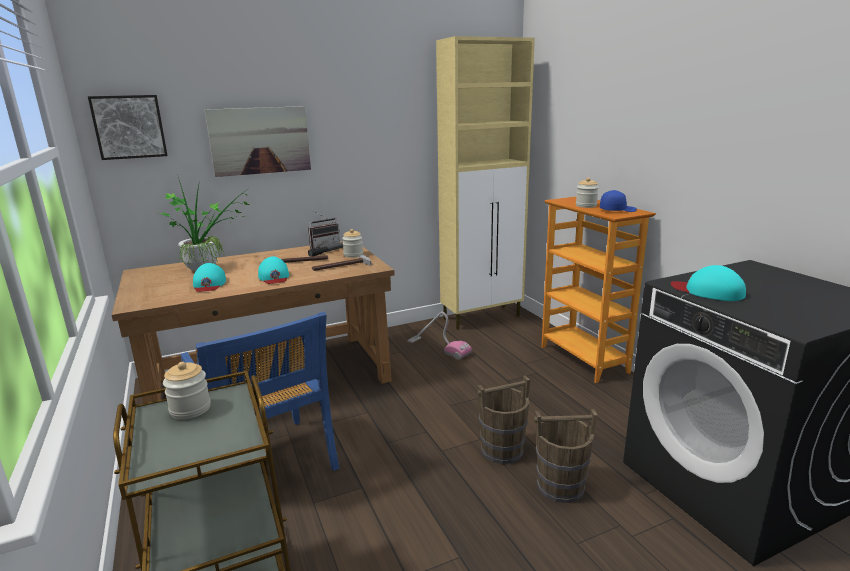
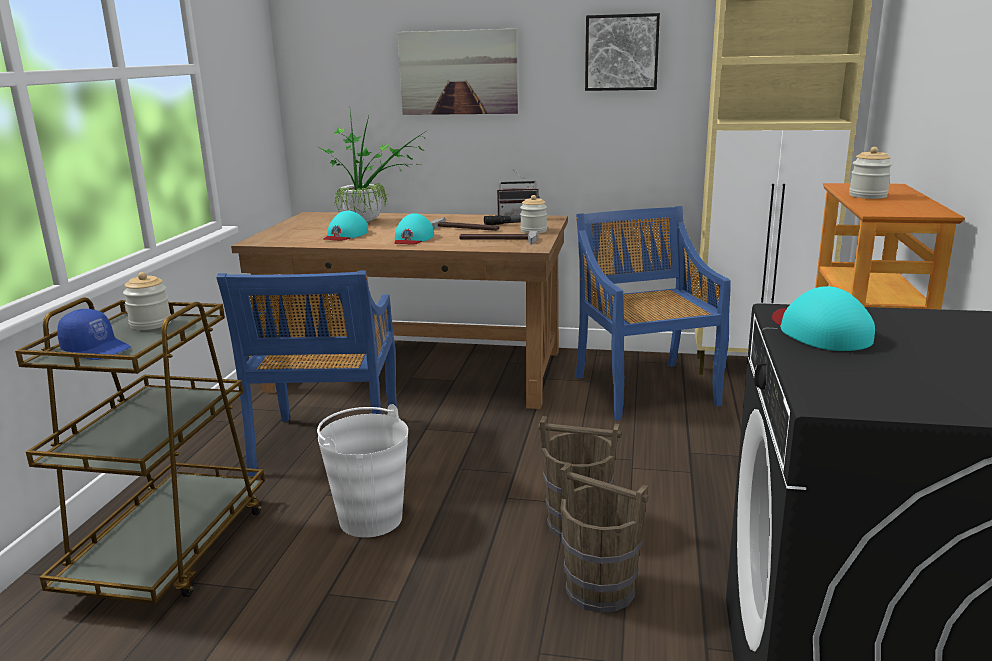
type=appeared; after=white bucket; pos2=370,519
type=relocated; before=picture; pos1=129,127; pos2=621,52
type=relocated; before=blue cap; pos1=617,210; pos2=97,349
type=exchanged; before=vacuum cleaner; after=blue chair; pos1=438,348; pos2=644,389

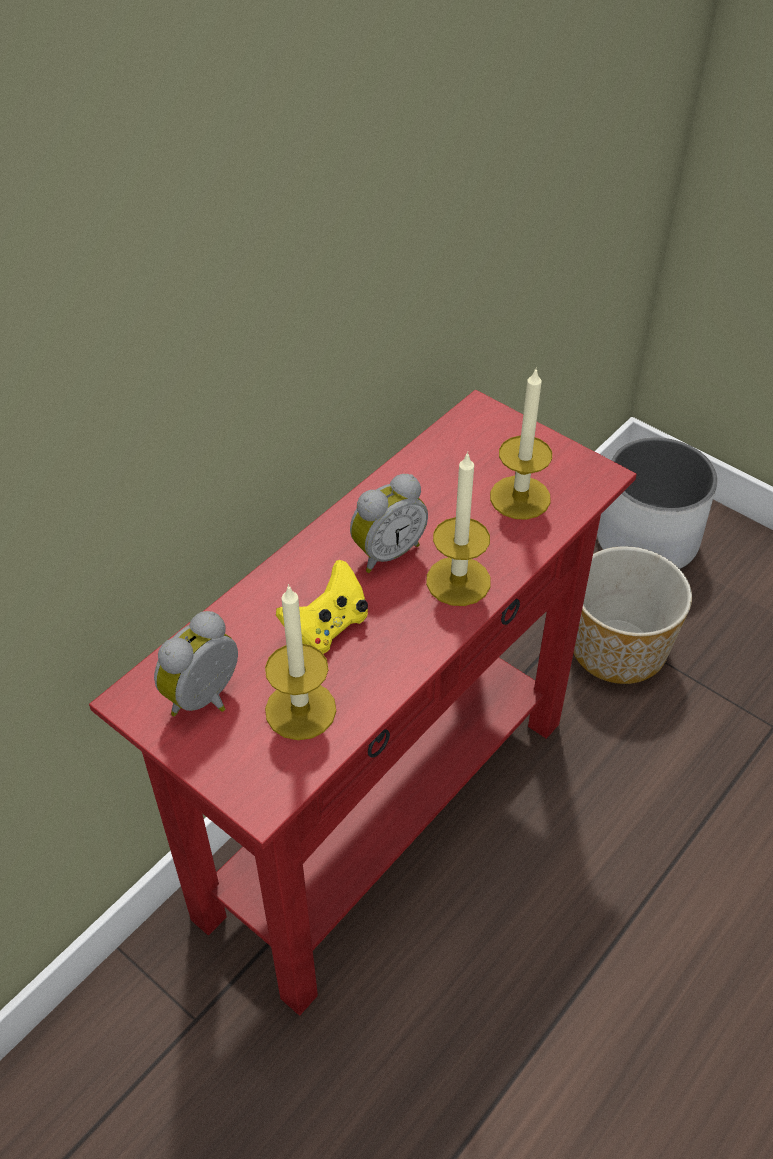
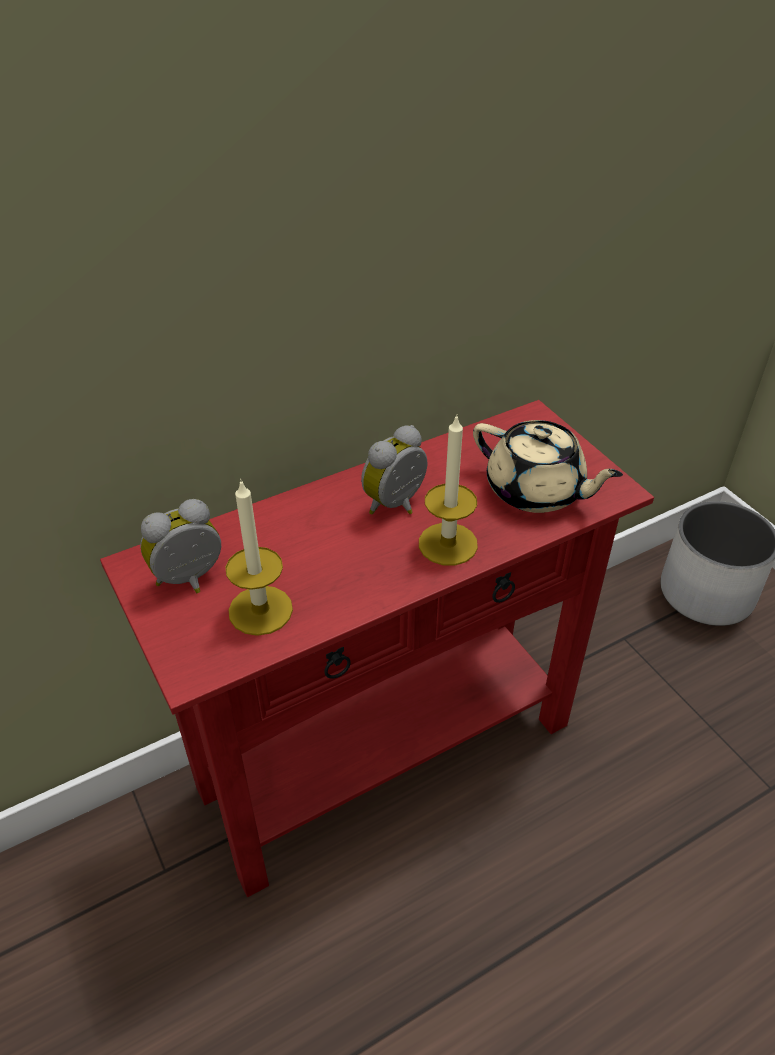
type=missing; before=yellow game controller; pos1=327,627
type=missing; before=planter; pos1=619,648
type=exchanged; before=candle; after=beige teapot; pos1=520,497; pos2=536,491
type=spun; before=alarm clock; pos1=386,552; pos2=397,505; turn=150

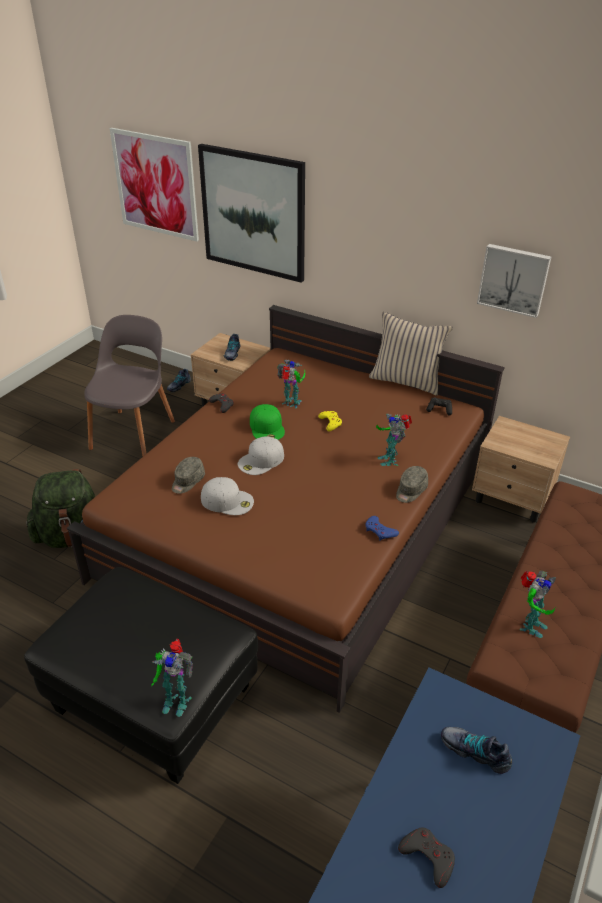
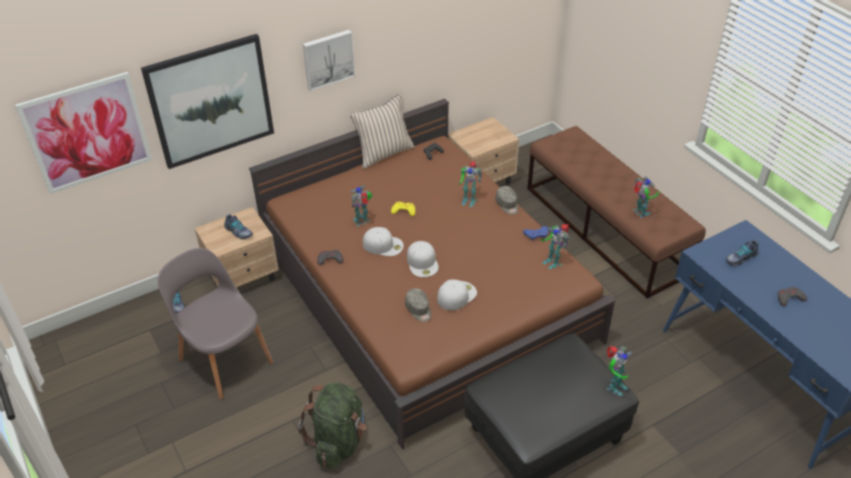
type=appeared; after=toy robot; pos2=553,261
type=relocated; before=picture; pos1=513,279; pos2=328,59
type=colour; before=green cap; after=white cap; pos1=267,427; pos2=383,245

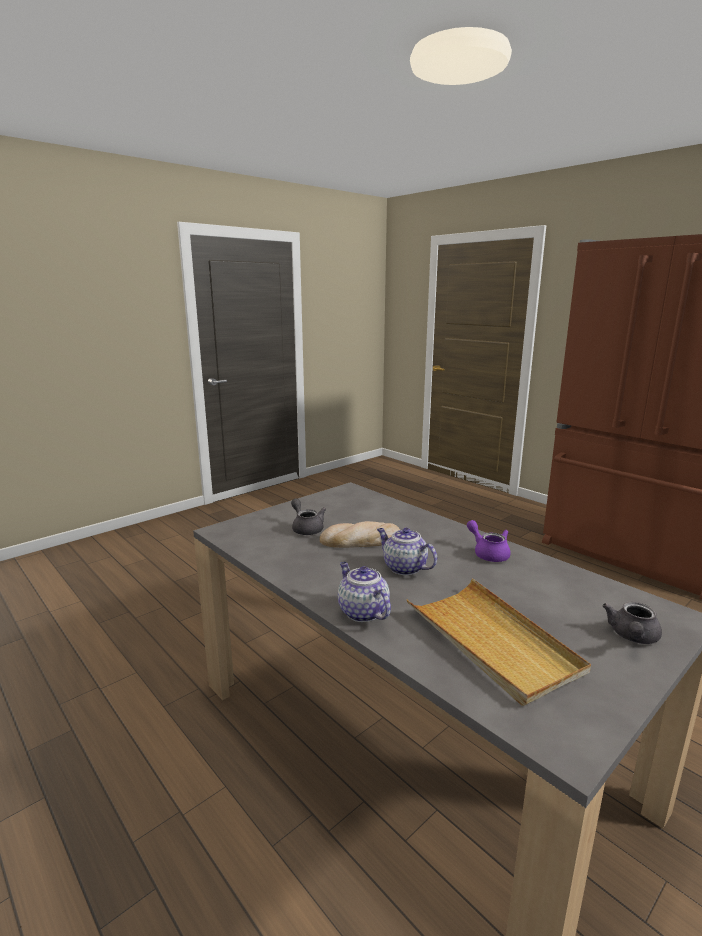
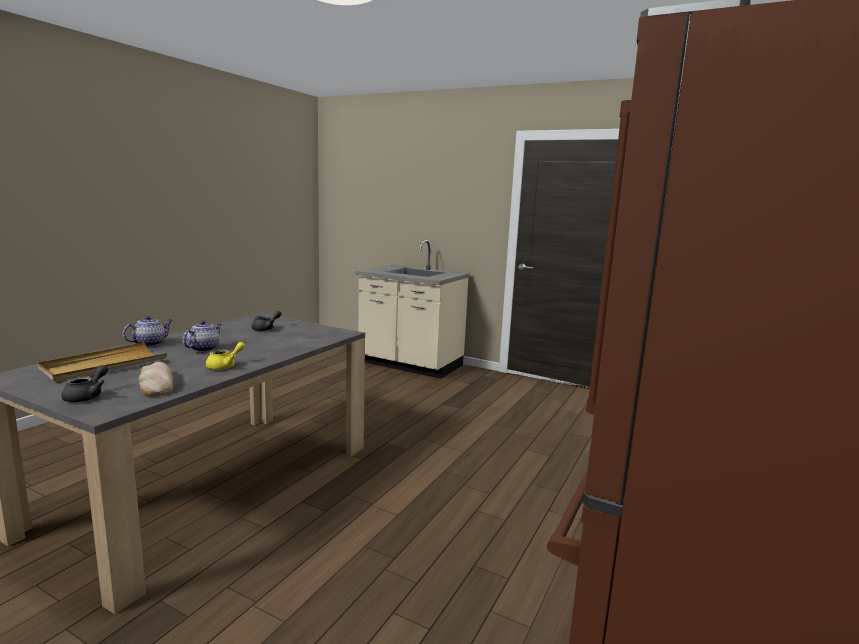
type=appeared; after=beige counter; pos2=410,365
type=relocated; before=bread; pos1=361,541; pos2=156,383
type=colour; before=purple teapot; after=yellow teapot; pos1=488,553; pos2=225,366
type=spun; before=grey teapot; pos1=632,637; pos2=87,396; turn=90

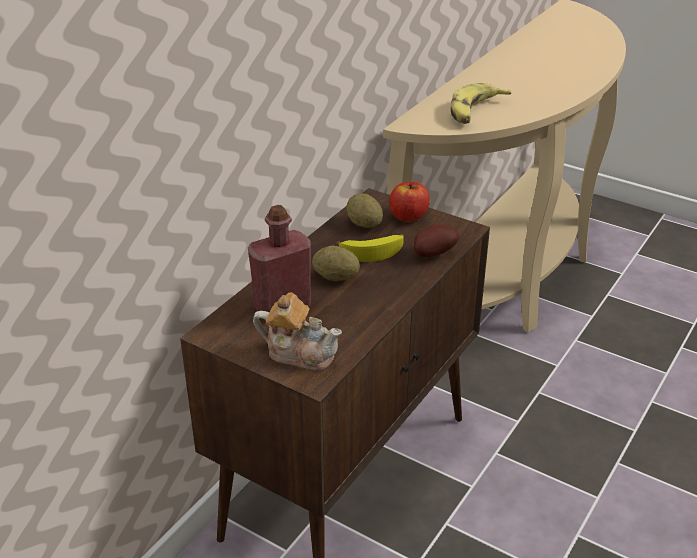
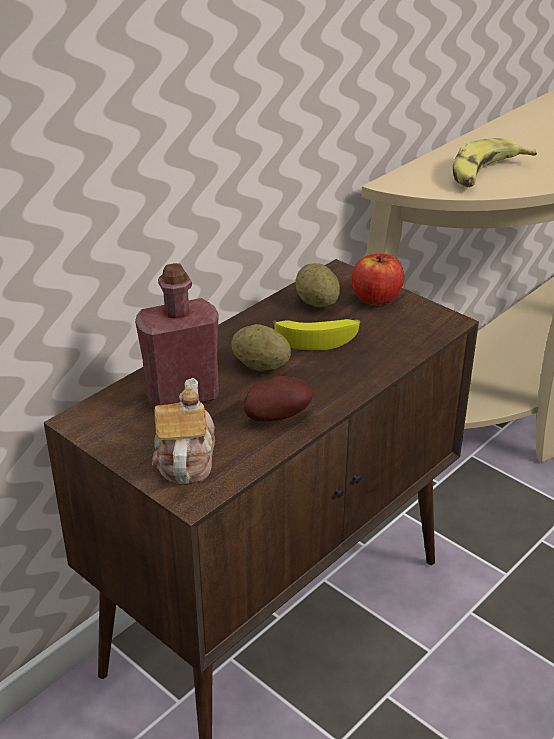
type=relocated; before=potato; pos1=433,253; pos2=277,416
type=spun; before=teapot; pos1=299,353; pos2=184,458; turn=-120

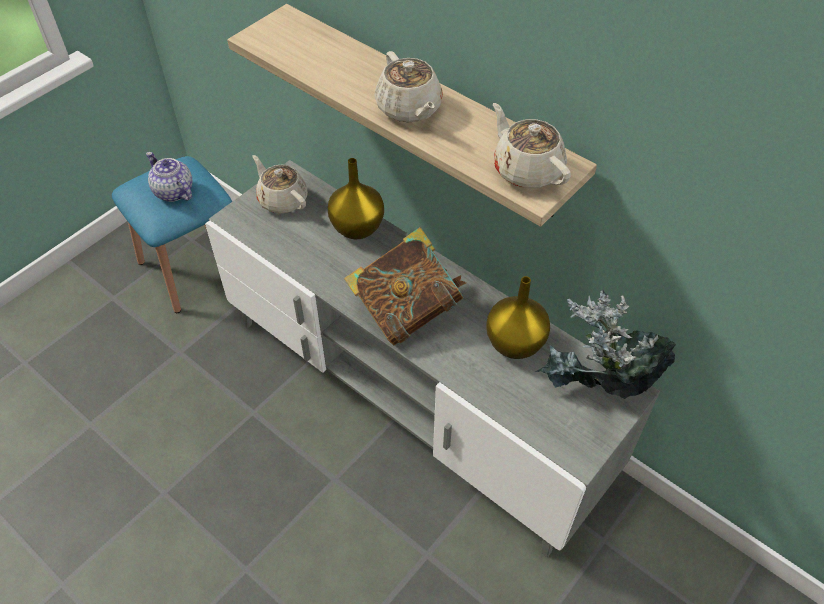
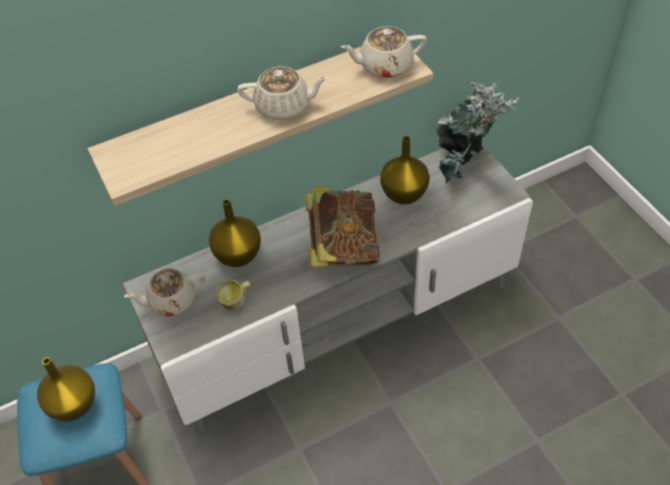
type=appeared; after=mug; pos2=236,303
type=exchanged; before=teapot; after=yellow vase; pos1=173,192; pos2=75,405

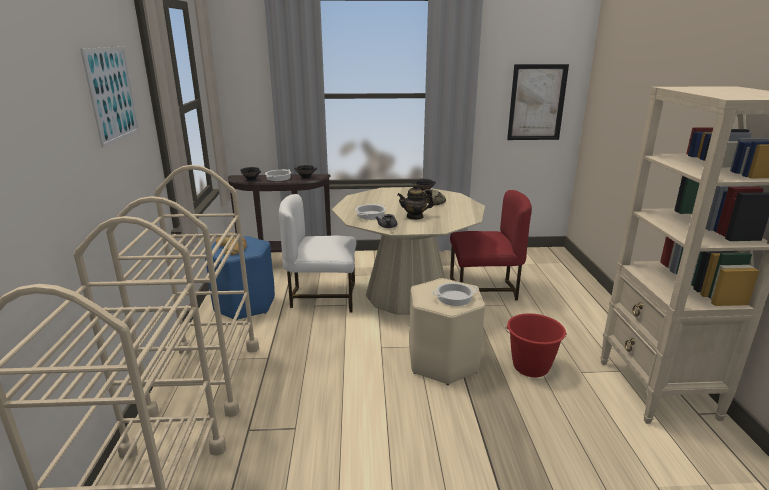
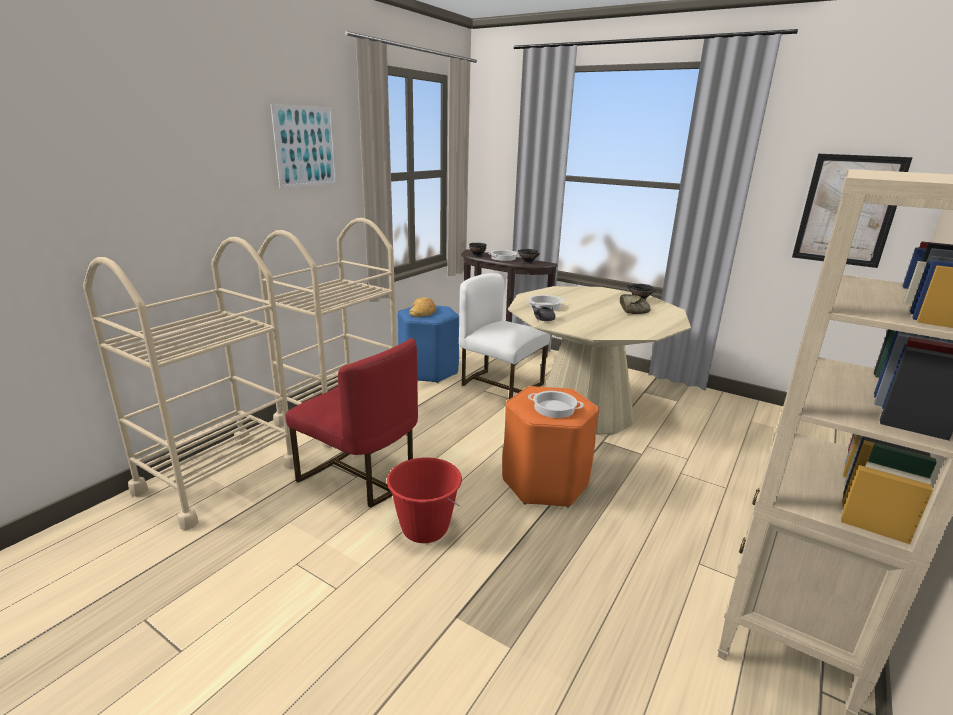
type=missing; before=teapot; pos1=415,216
type=relocated; before=red chair; pos1=483,291; pos2=360,476
type=relocated; before=red bucket; pos1=530,367; pos2=424,528
type=colour; before=beige stool; after=orange stool; pos1=443,362; pos2=545,483

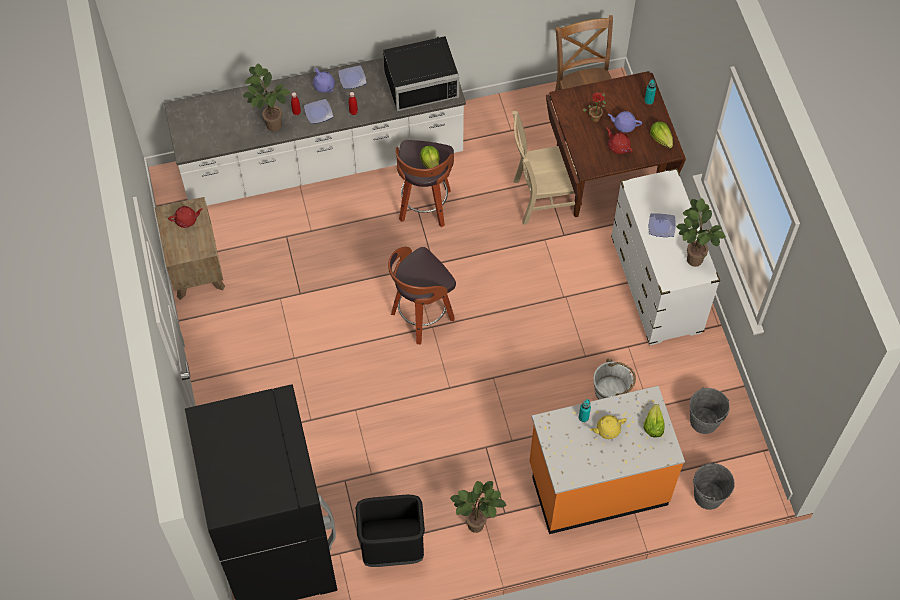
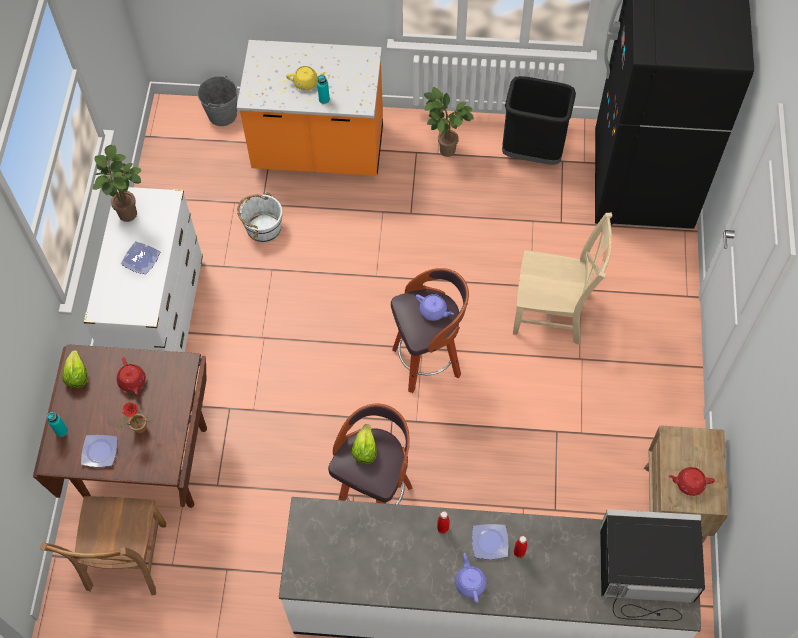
type=missing; before=potted plant; pos1=271,125
type=missing; before=lettuce; pos1=653,425
type=missing; before=grey bucket; pos1=704,420
type=relocated; before=plate; pos1=352,78; pos2=99,452
type=relocated; before=black microwave; pos1=420,81; pos2=645,572
type=relocated; before=beige chair; pos1=542,198; pos2=553,313
type=relocated; before=purple teapot; pos1=624,125; pos2=433,311

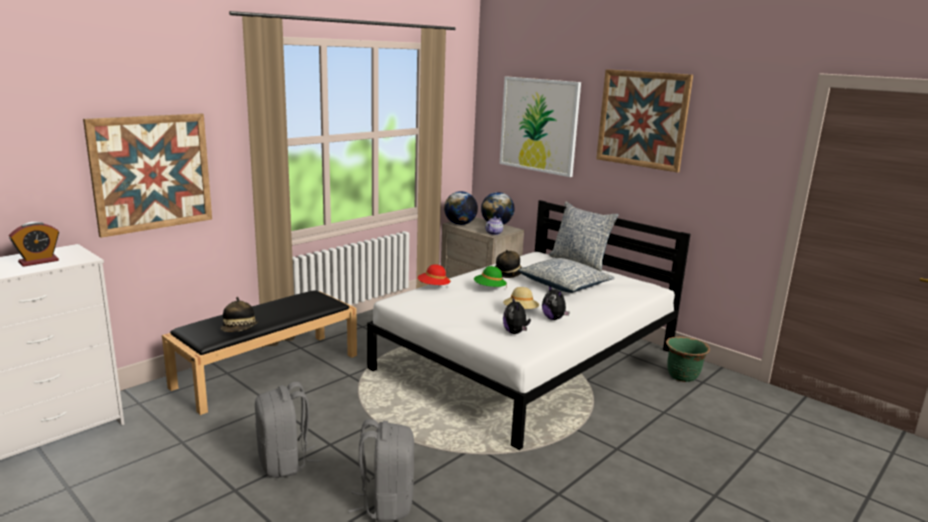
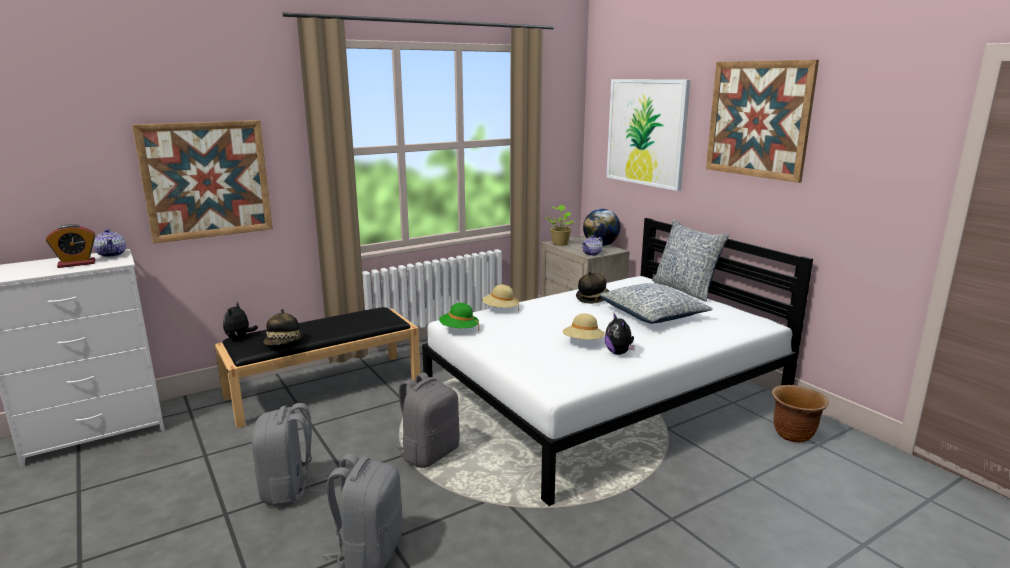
type=appeared; after=teapot; pos2=112,254
type=appeared; after=grey backpack; pos2=429,453
type=relocated; before=green hat; pos1=489,289; pos2=459,330
type=relocated; before=plush toy; pos1=515,332; pos2=239,338
type=exchanged; before=globe; after=potted plant; pos1=460,224; pos2=560,243
type=colour; before=red hat; after=beige hat; pos1=433,287; pos2=500,309
type=colour; before=green planter; after=brown planter; pos1=682,376; pos2=793,434

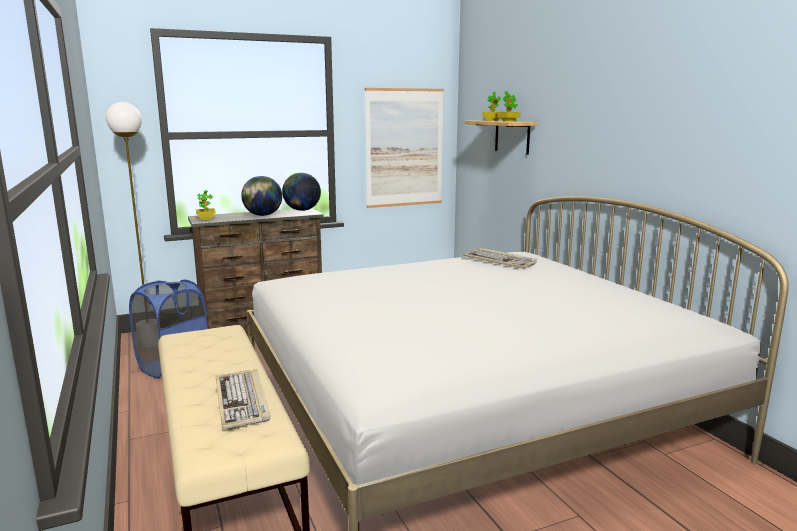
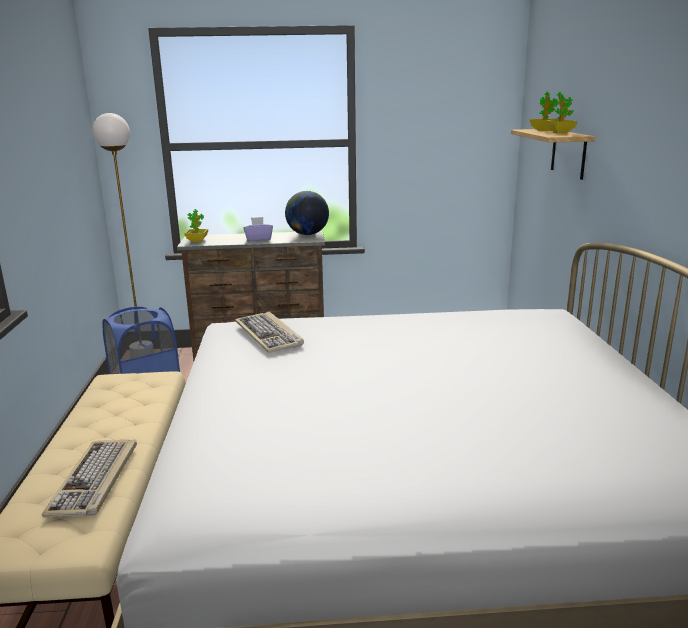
type=missing; before=picture; pos1=404,148
type=relocated; before=keyboard; pos1=500,261; pos2=269,335
type=exchanged; before=globe; after=purple tissue box; pos1=263,215; pos2=258,239

